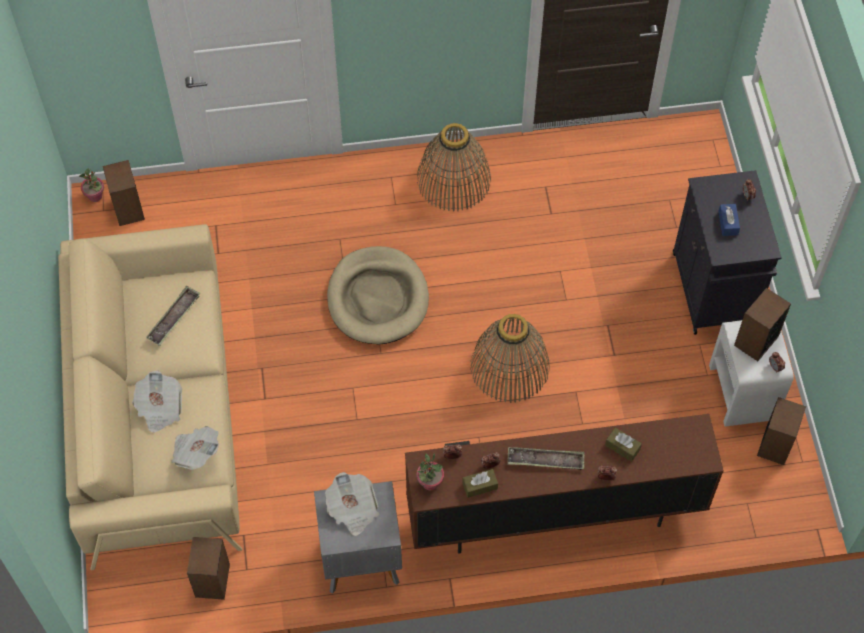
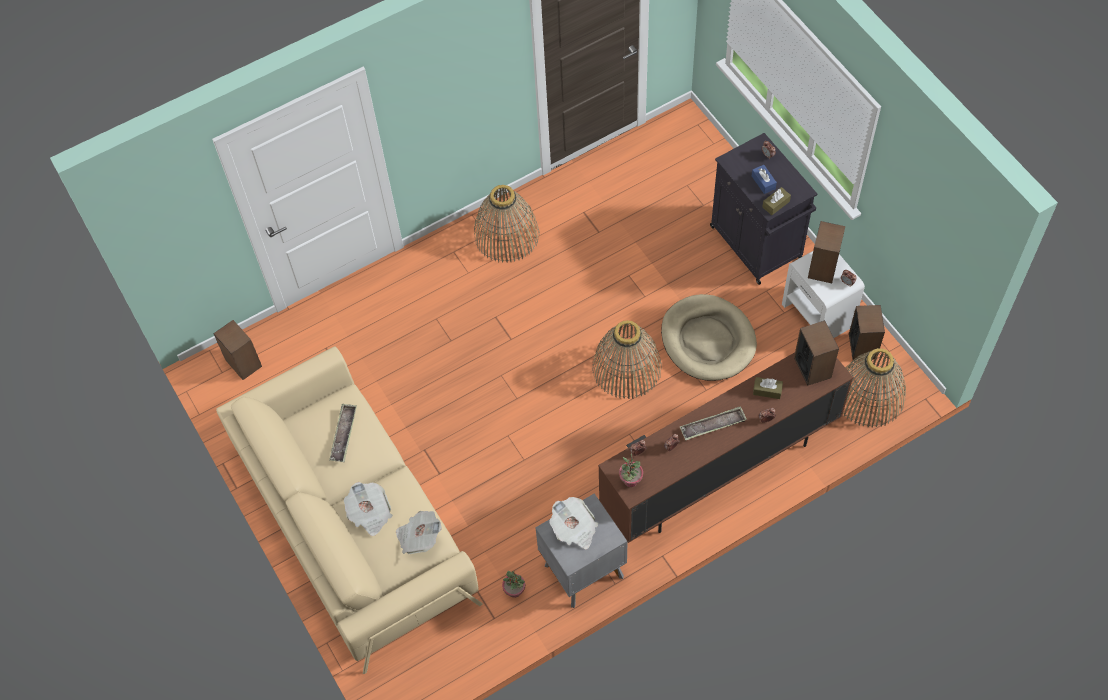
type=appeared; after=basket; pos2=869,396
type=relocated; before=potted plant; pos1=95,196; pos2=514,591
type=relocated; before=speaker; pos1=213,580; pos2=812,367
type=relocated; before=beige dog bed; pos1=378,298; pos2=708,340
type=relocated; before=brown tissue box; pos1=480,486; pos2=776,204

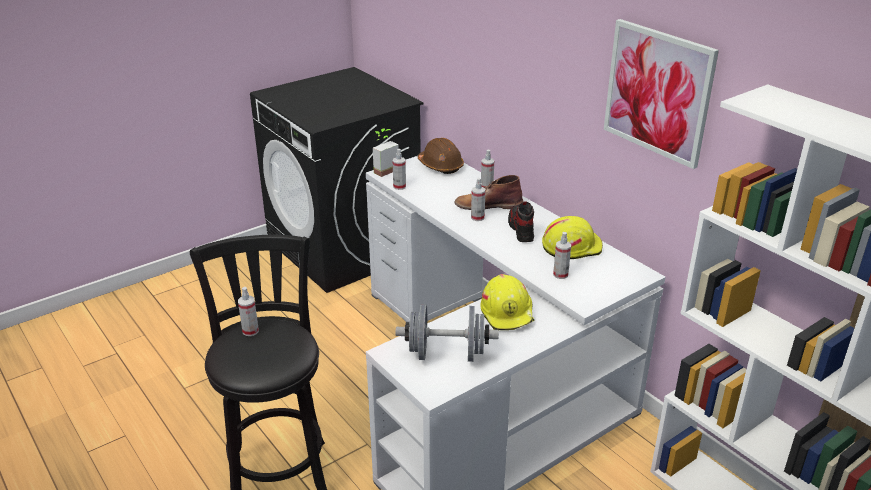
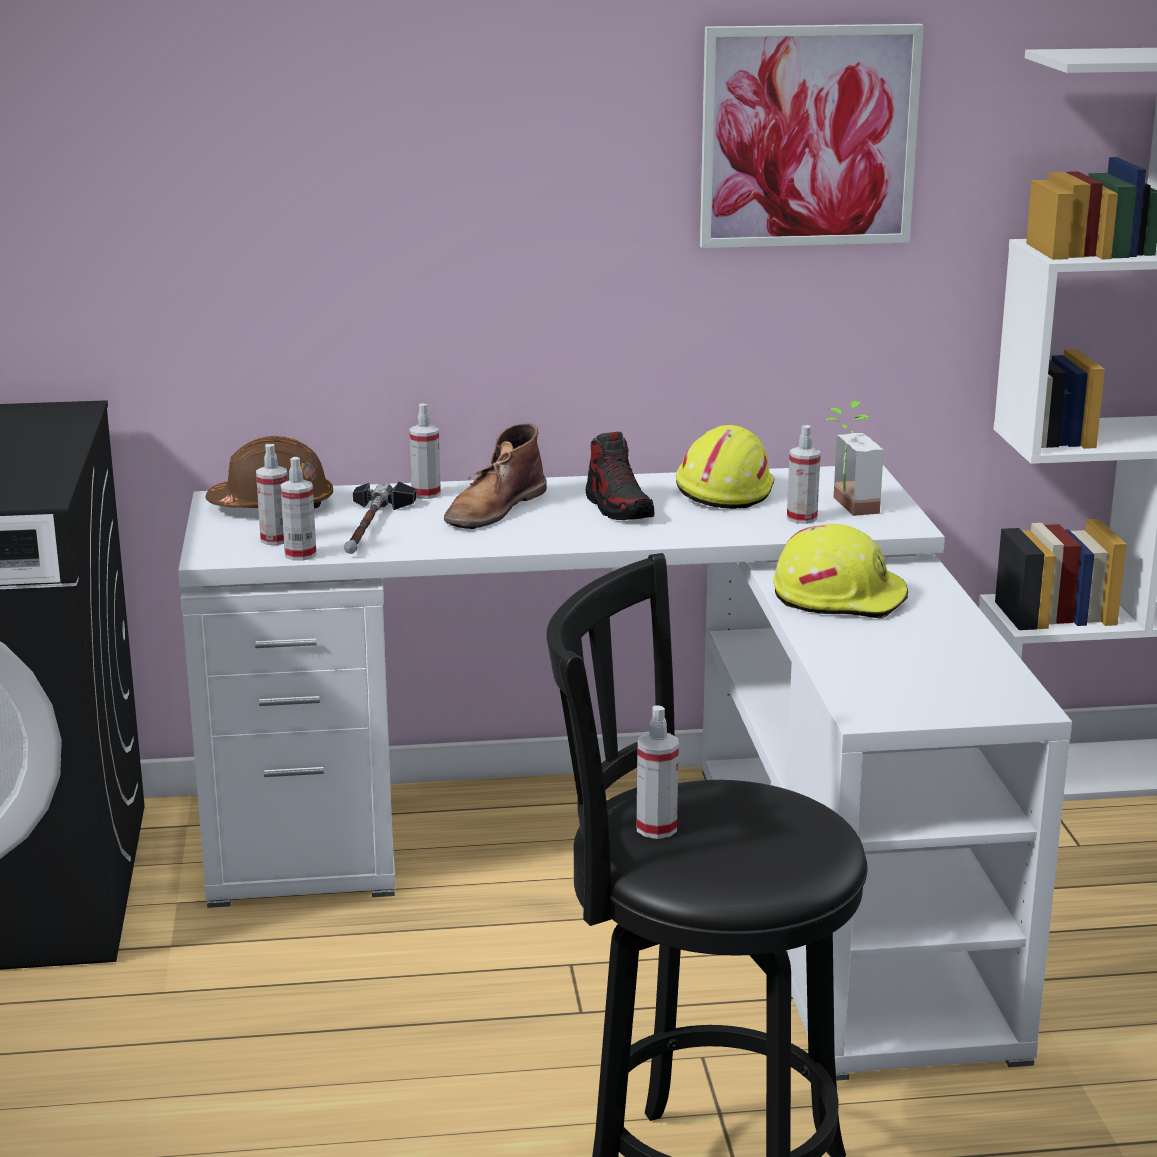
type=missing; before=grey dumbbell; pos1=446,354
type=appeared; after=hammer; pos2=371,527
type=relocated; before=potted plant; pos1=383,169; pos2=844,506
type=relocated; before=spray bottle; pos1=477,217; pos2=275,539
type=spun; before=shoe; pos1=521,229; pos2=618,507; turn=-135

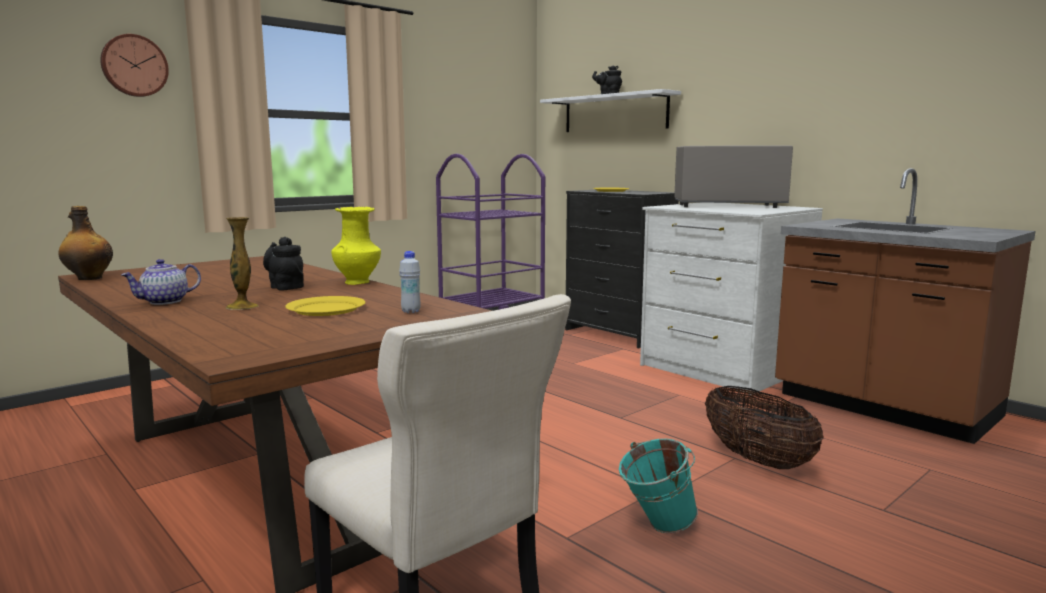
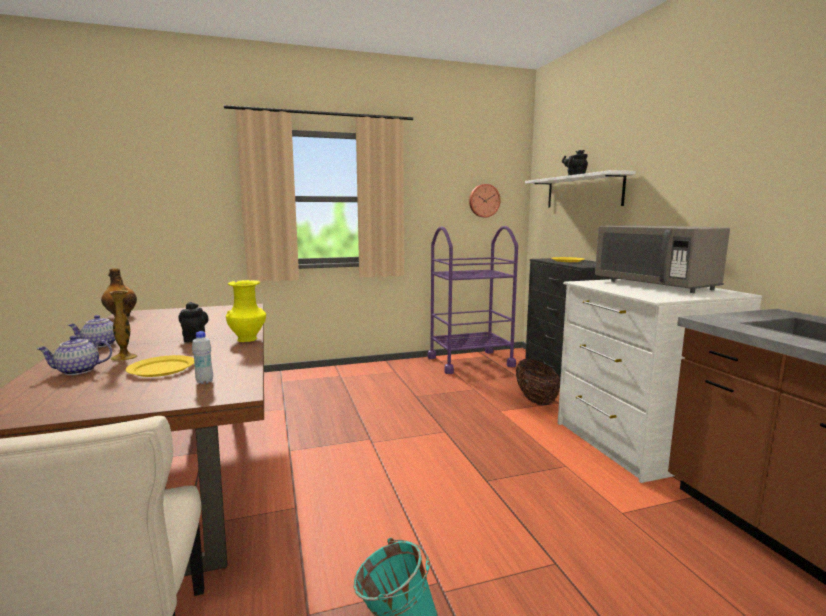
type=appeared; after=teapot; pos2=77,371
type=relocated; before=wall clock; pos1=134,66; pos2=484,200
type=relocated; before=basket; pos1=757,460; pos2=535,400
type=spun; before=grey microwave; pos1=728,206; pos2=654,285; turn=-150

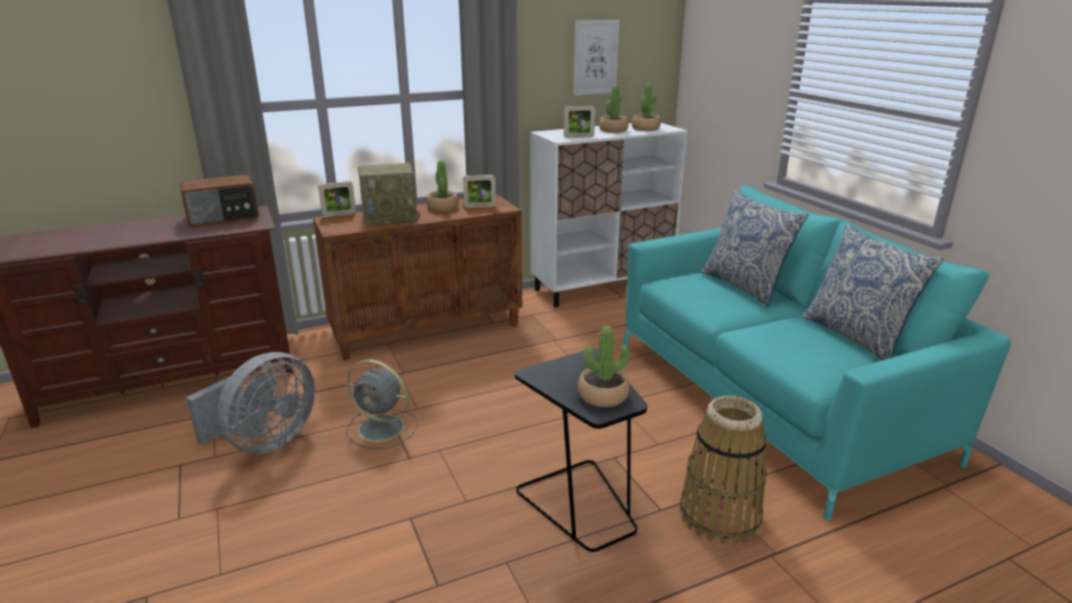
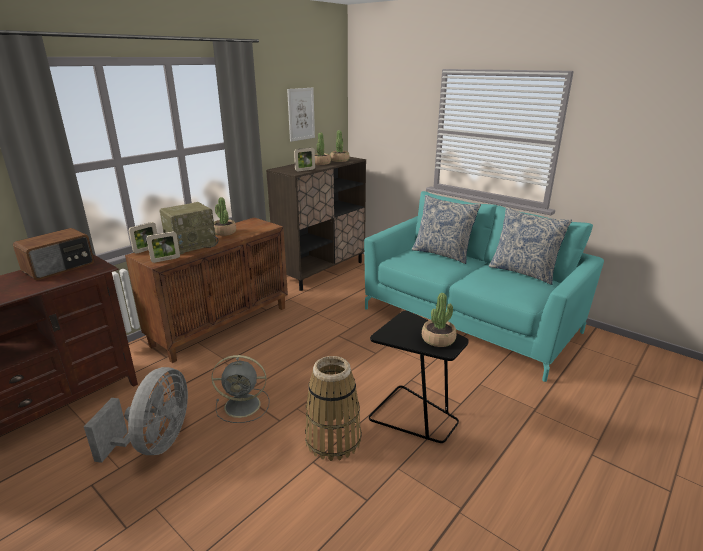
type=relocated; before=picture frame; pos1=480,206; pos2=165,259
type=relocated; before=basket; pos1=720,515; pos2=333,439
type=colour; before=white cabinet; after=brown cabinet; pos1=602,287; pos2=322,271

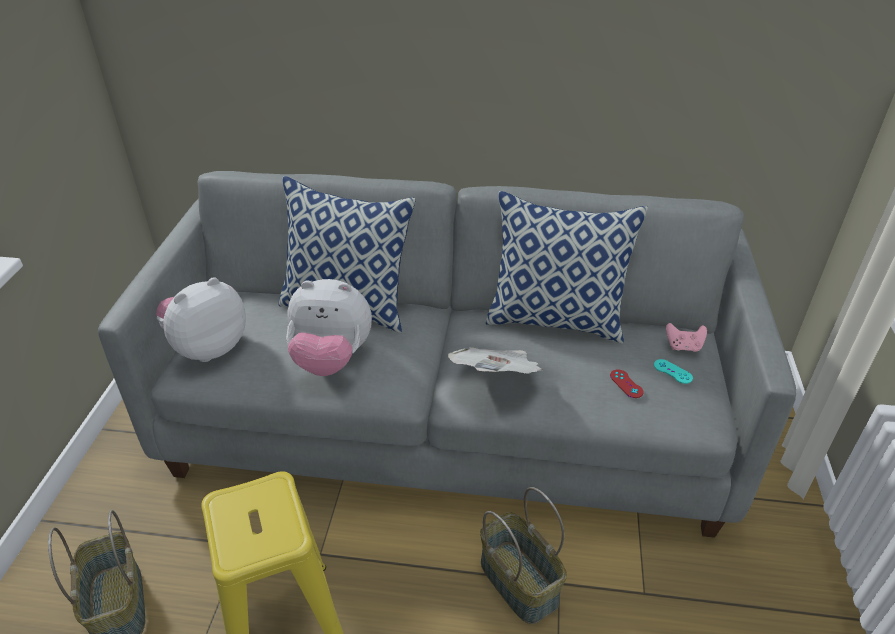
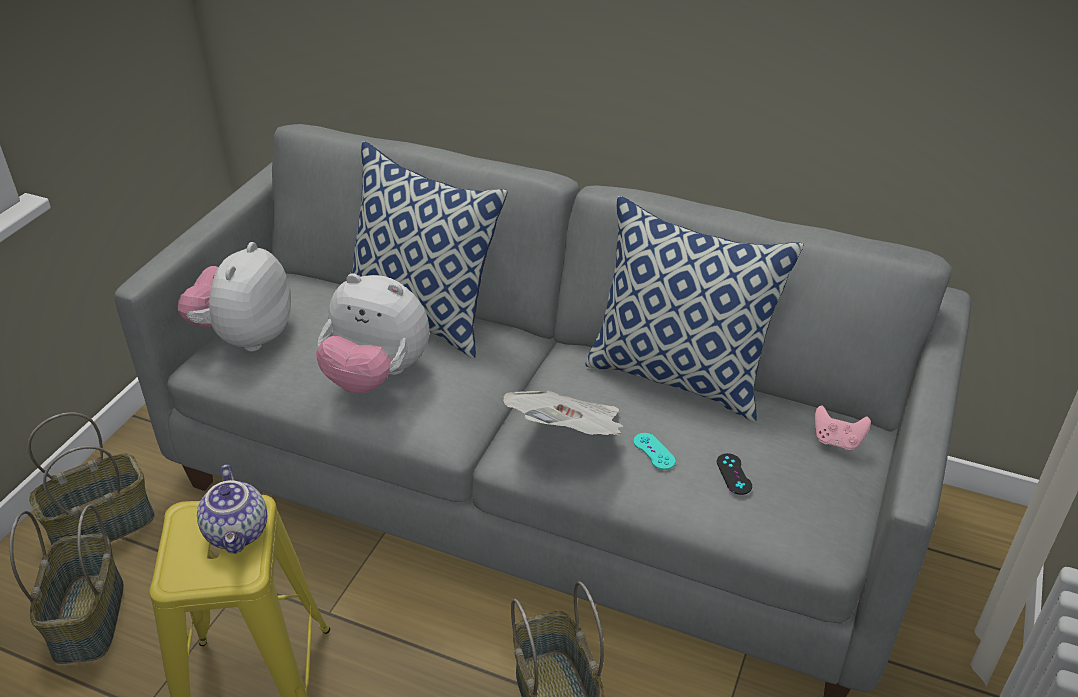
type=appeared; after=basket; pos2=103,524
type=appeared; after=teapot; pos2=239,532
type=relocated; before=turquoise game controller; pos1=672,371; pos2=654,451
type=colour; before=red game controller; after=black game controller; pos1=626,384; pos2=734,474
type=spun; before=plush toy; pos1=208,347; pos2=245,337; turn=-45

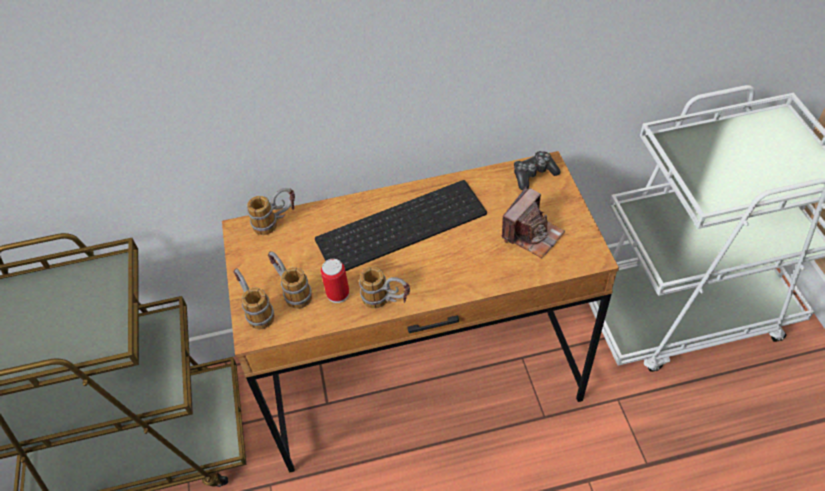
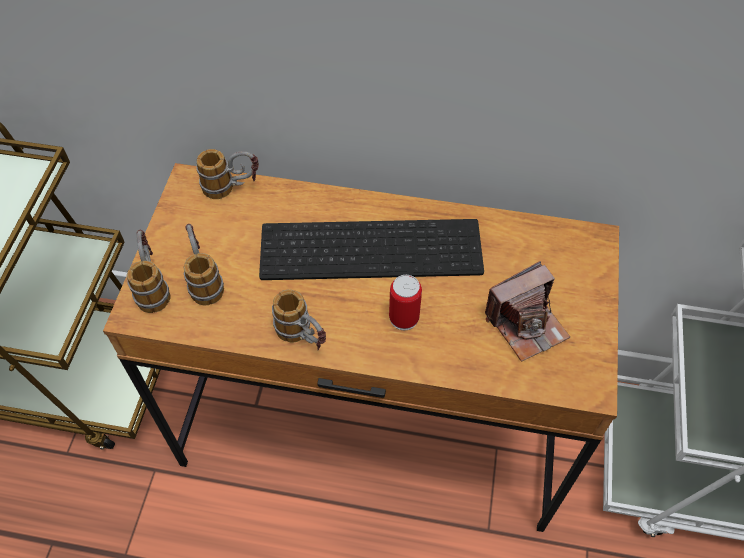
type=missing; before=game controller; pos1=533,175
type=relocated; before=can; pos1=338,294; pos2=404,318

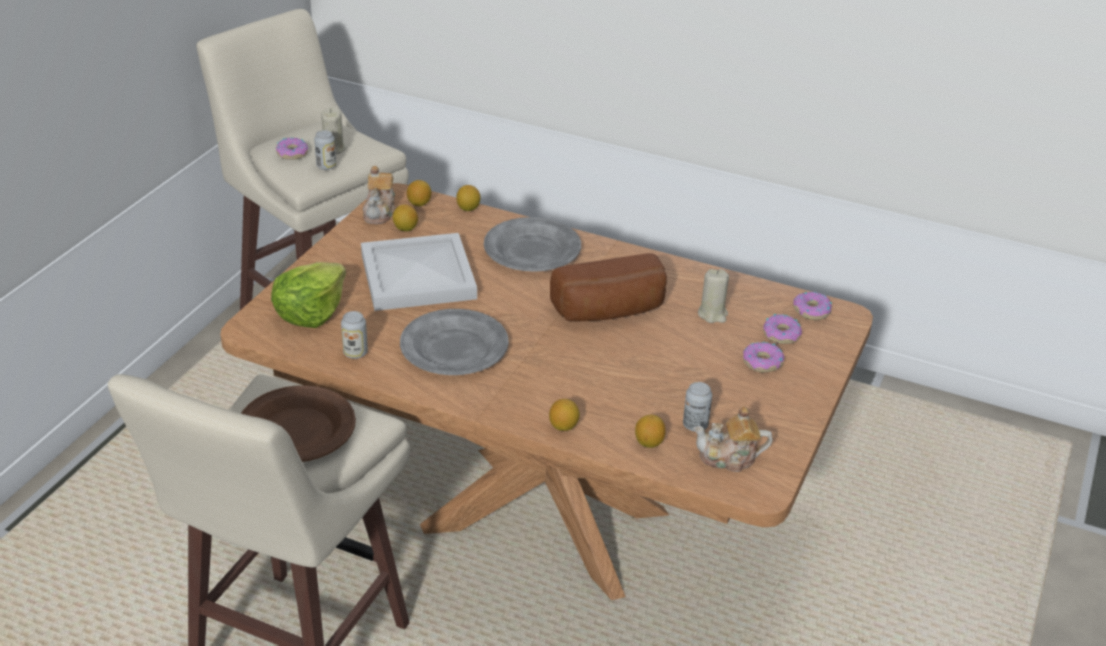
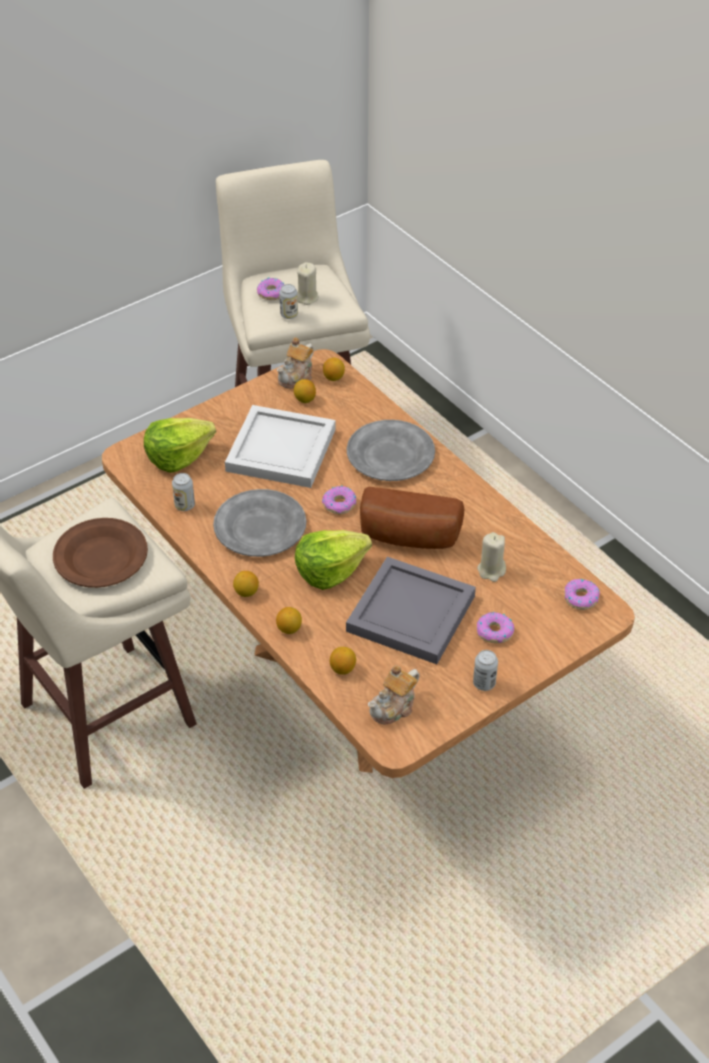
type=appeared; after=lettuce; pos2=330,570
type=appeared; after=grey tray; pos2=413,613
type=relocated; before=lemon; pos1=468,208; pos2=246,592
type=relocated; before=can; pos1=695,425; pos2=484,683
type=relocated; before=donut; pos1=781,334; pos2=339,504
type=spun; before=teapot; pos1=729,458; pos2=394,707; turn=-75

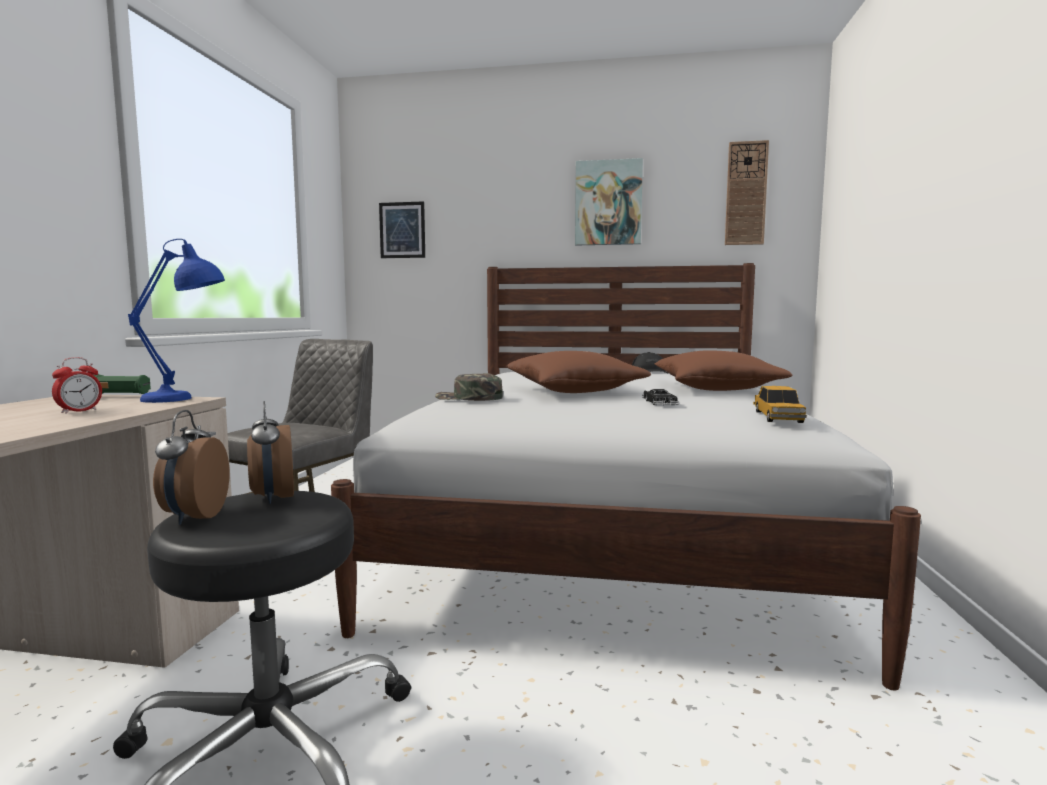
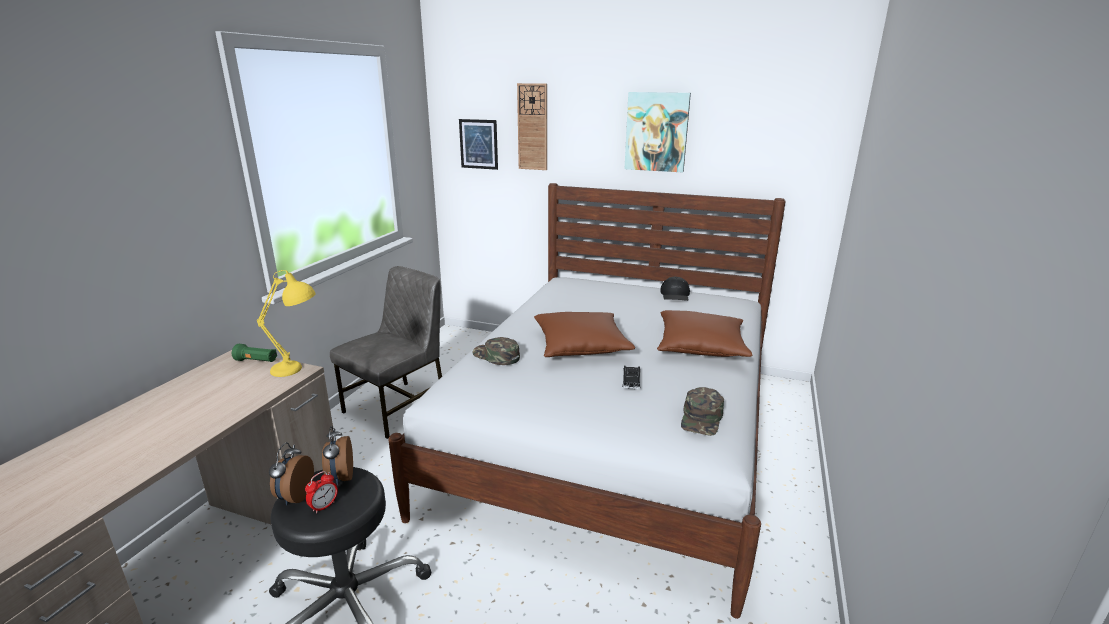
type=relocated; before=alarm clock; pos1=79,411; pos2=324,506
type=relocated; before=wall clock; pos1=746,193; pos2=532,127
type=exchanged; before=toy car; after=green cap; pos1=778,417; pos2=702,418
type=colour; before=blue table lamp; after=yellow table lamp; pos1=187,398; pos2=299,369

